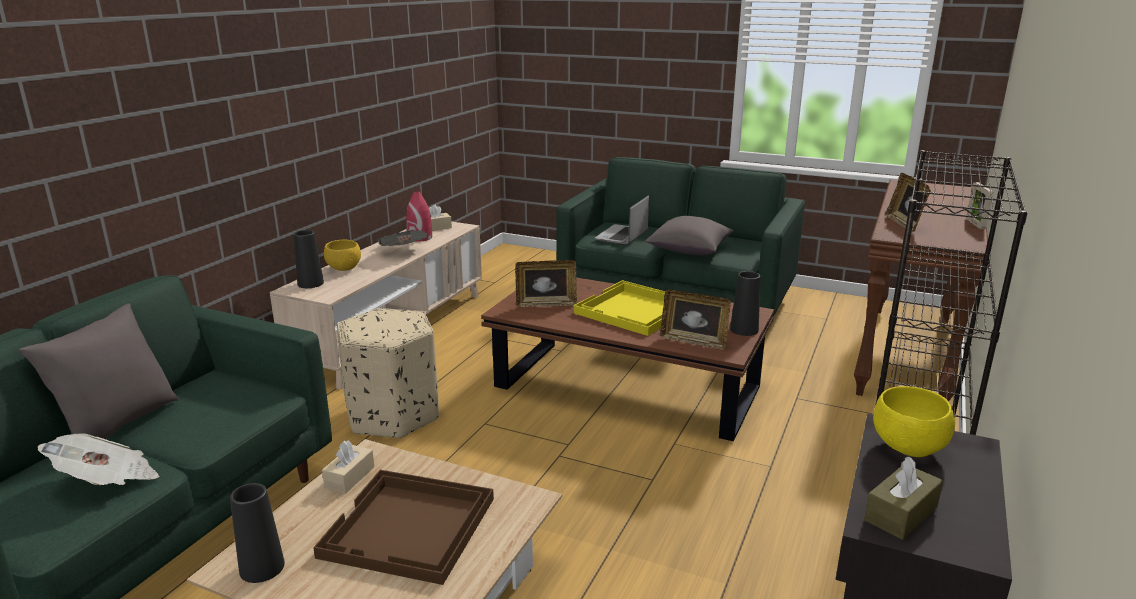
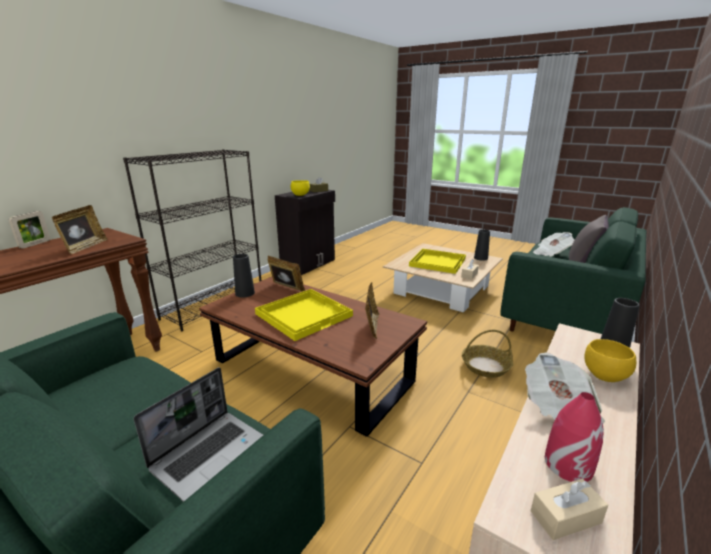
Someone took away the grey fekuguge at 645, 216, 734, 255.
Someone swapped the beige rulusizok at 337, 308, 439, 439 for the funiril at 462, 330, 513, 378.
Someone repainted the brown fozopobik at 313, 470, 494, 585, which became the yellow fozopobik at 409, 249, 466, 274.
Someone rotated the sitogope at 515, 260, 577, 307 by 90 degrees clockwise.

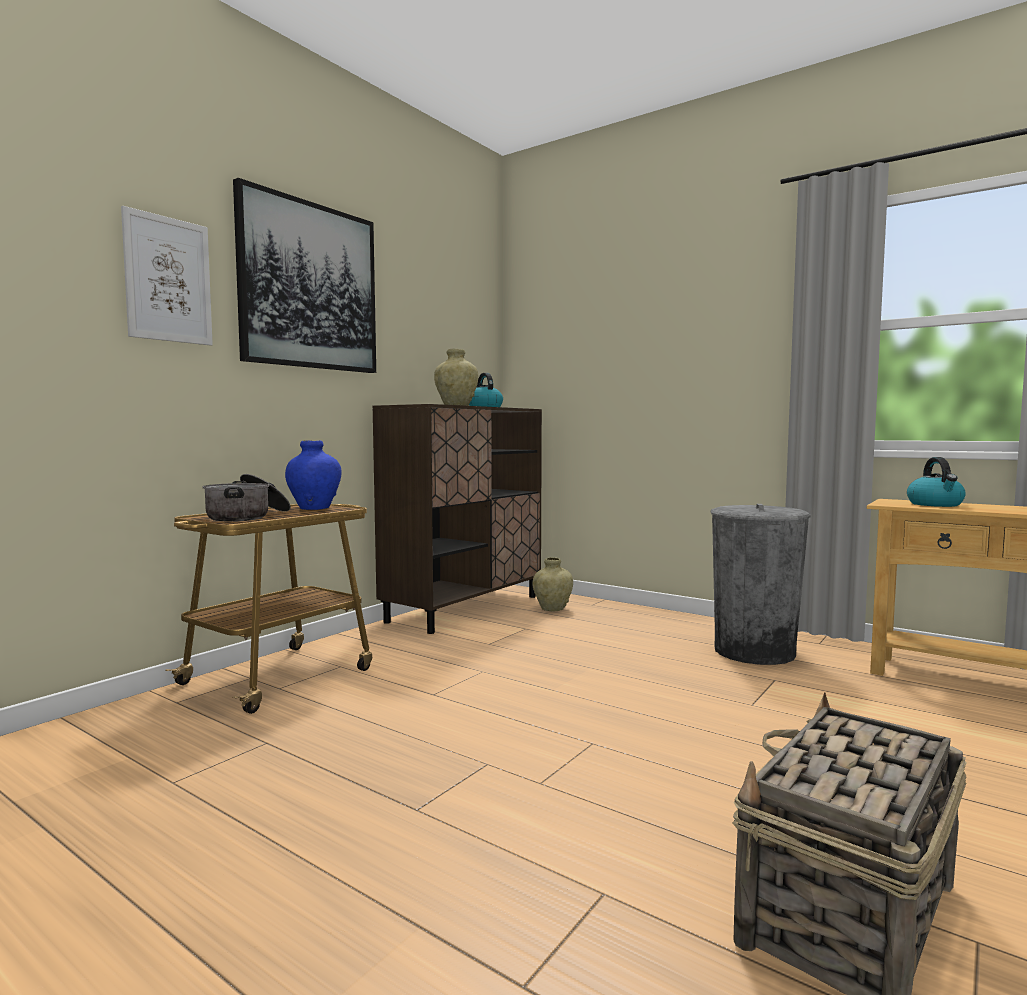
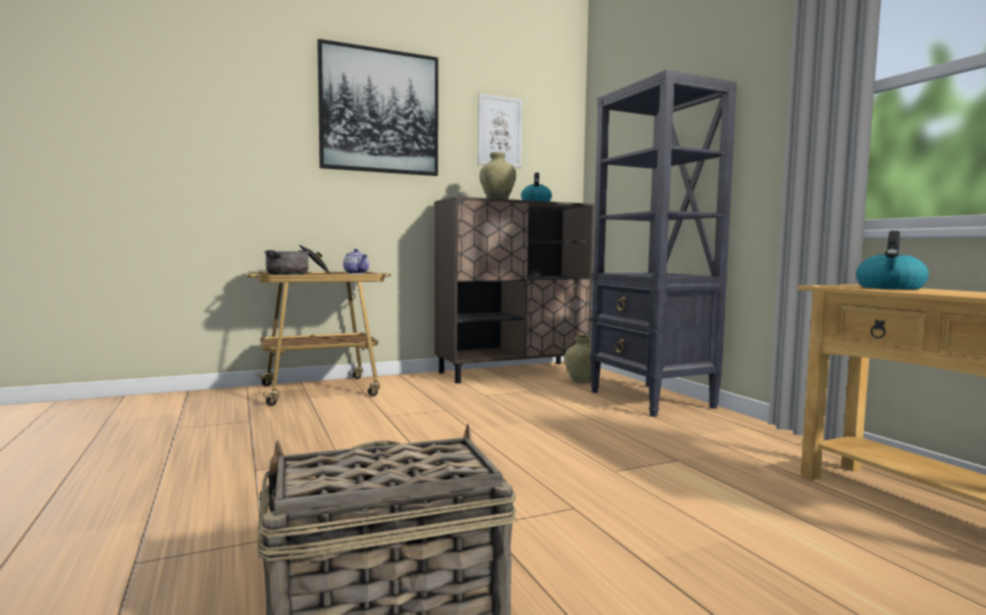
Someone took away the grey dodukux at 711, 504, 811, 665.
Someone put down the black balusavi at 590, 70, 737, 417.
Someone carried the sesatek from 121, 206, 213, 346 to 478, 93, 522, 168.
Someone swapped the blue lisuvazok at 285, 441, 342, 510 for the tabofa at 343, 249, 369, 274.

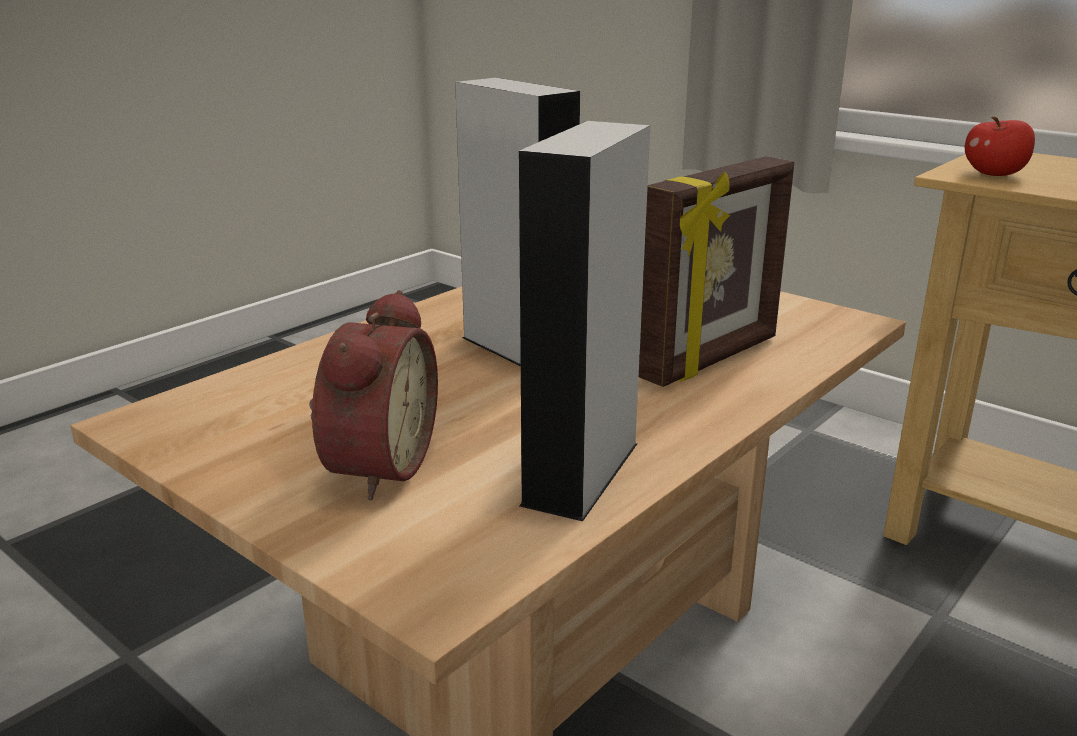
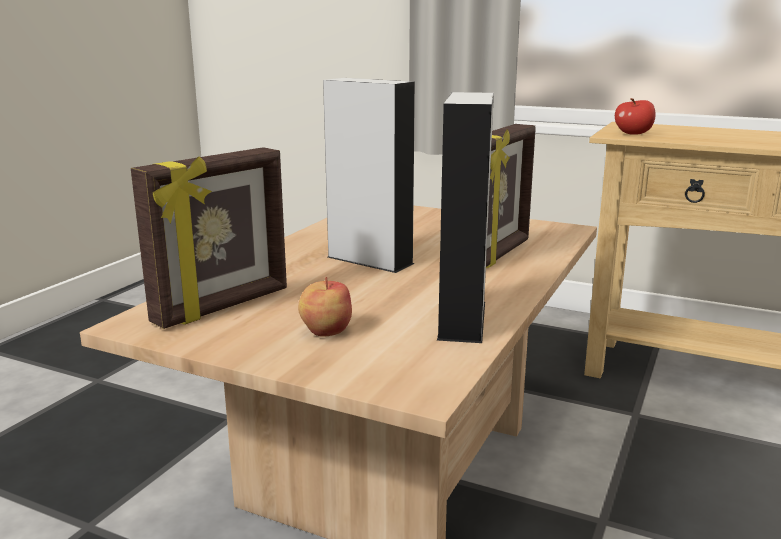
Someone put down the sitogope at 131, 147, 287, 329.
Someone swapped the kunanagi at 309, 290, 438, 500 for the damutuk at 298, 277, 352, 337.

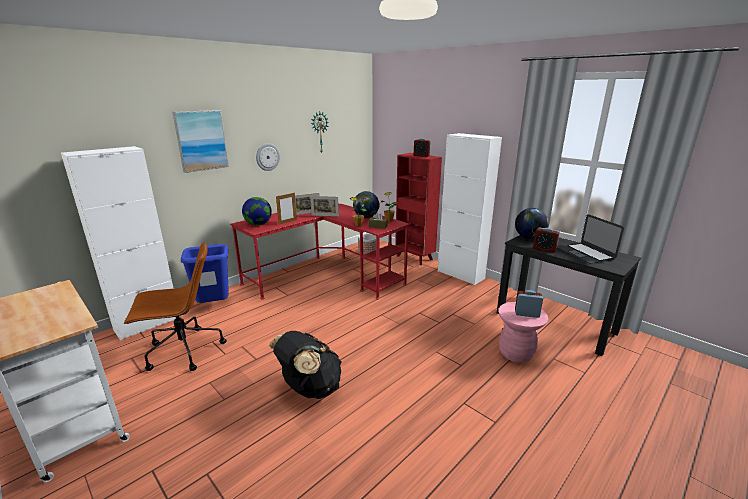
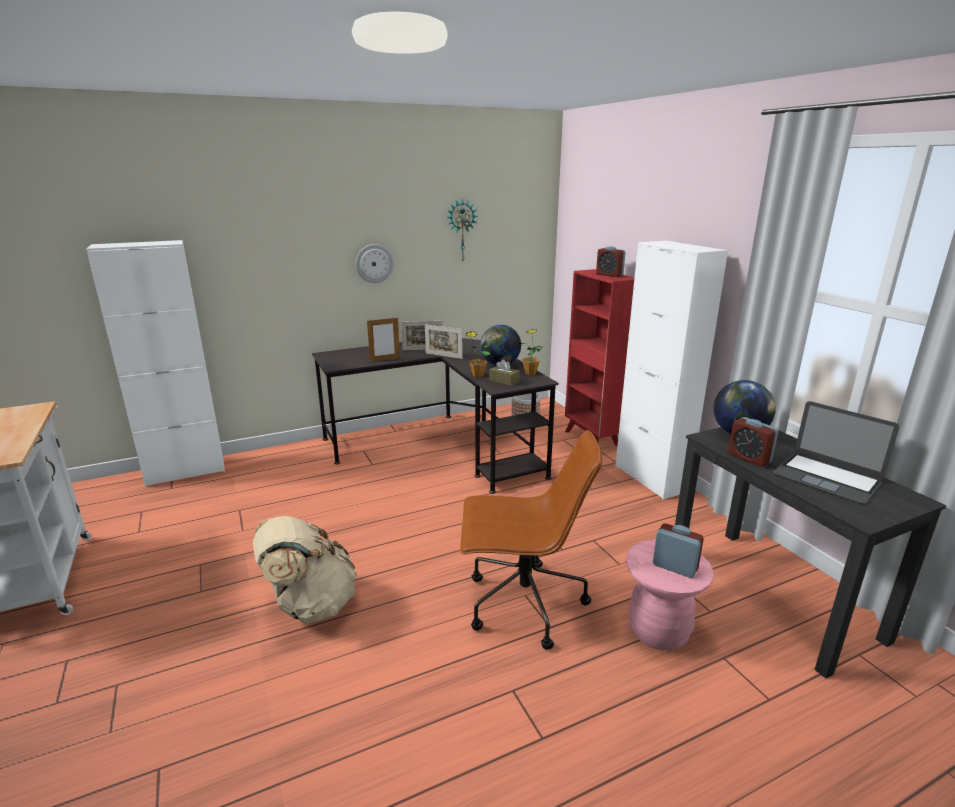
Someone took away the sesatek at 172, 110, 229, 173.
Someone took away the blue dodukux at 181, 244, 229, 303.
Someone took away the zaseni at 242, 197, 272, 226.
Someone carried the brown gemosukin from 124, 242, 227, 371 to 460, 430, 602, 650.
Someone repainted the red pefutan at 230, 204, 411, 299, which became the black pefutan at 312, 338, 559, 494.
Someone repainted the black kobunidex at 269, 331, 342, 399, which became the beige kobunidex at 253, 516, 357, 624.
Someone rotated the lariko at 557, 214, 624, 264 by 45 degrees counterclockwise.

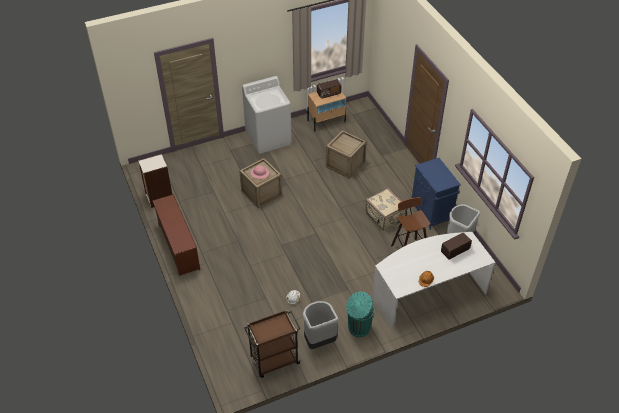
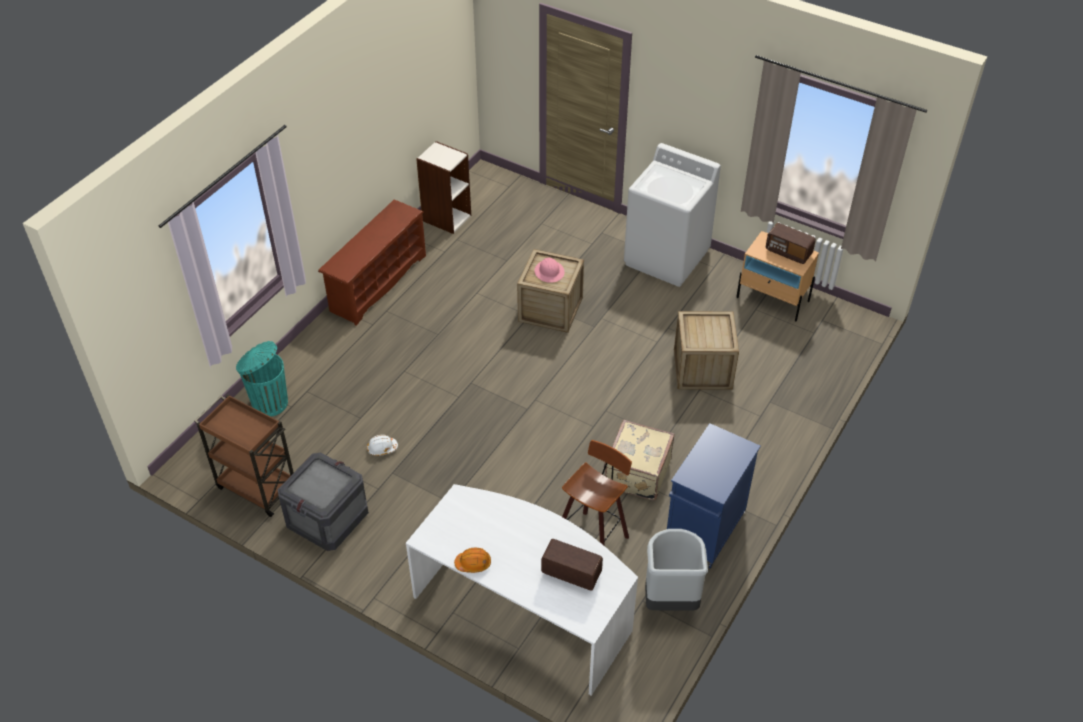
Someone carried the turquoise dodukux from 346, 291, 374, 337 to 236, 341, 288, 417.
Someone swapped the grey dodukux at 303, 301, 339, 349 for the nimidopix at 278, 453, 369, 551.

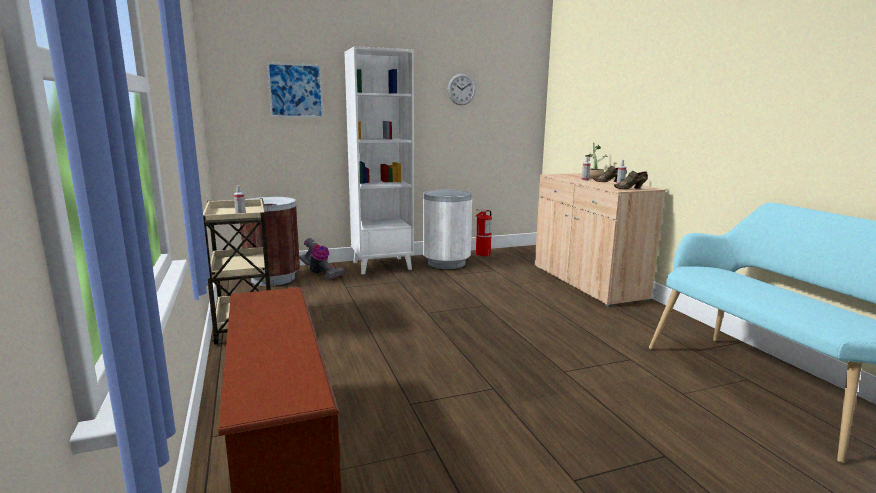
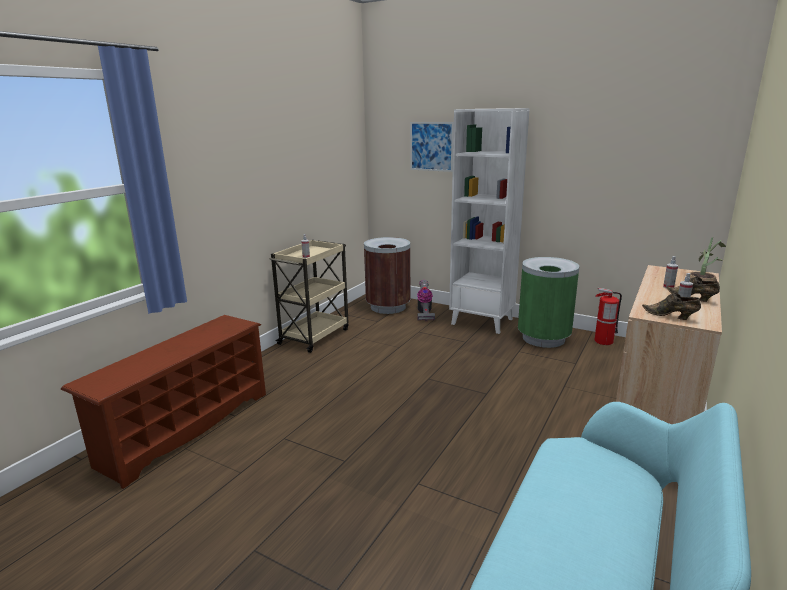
Someone took away the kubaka at 447, 74, 476, 105.
Someone repainted the white dodukux at 423, 190, 472, 269, which became the green dodukux at 518, 257, 579, 348.

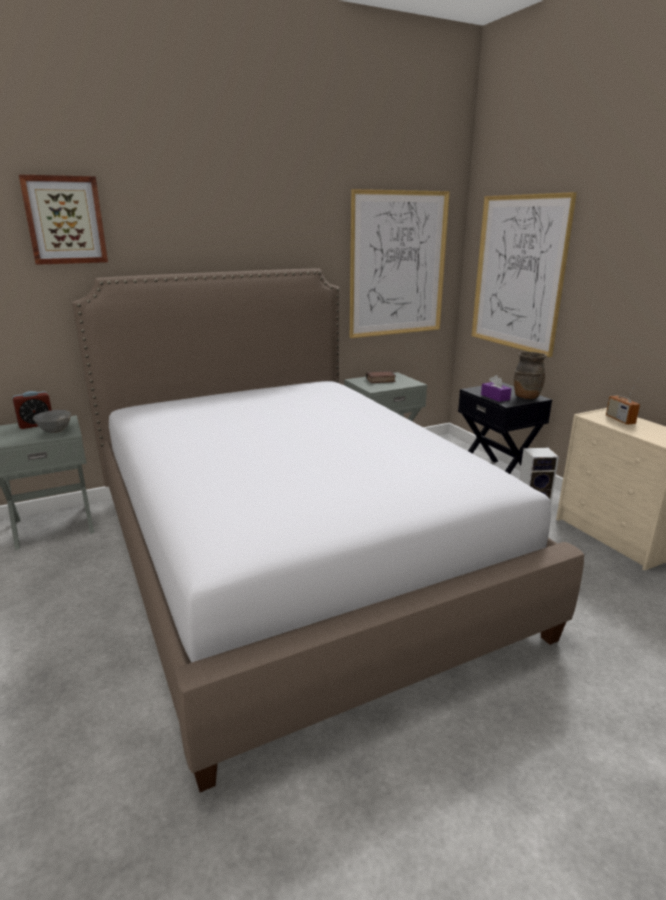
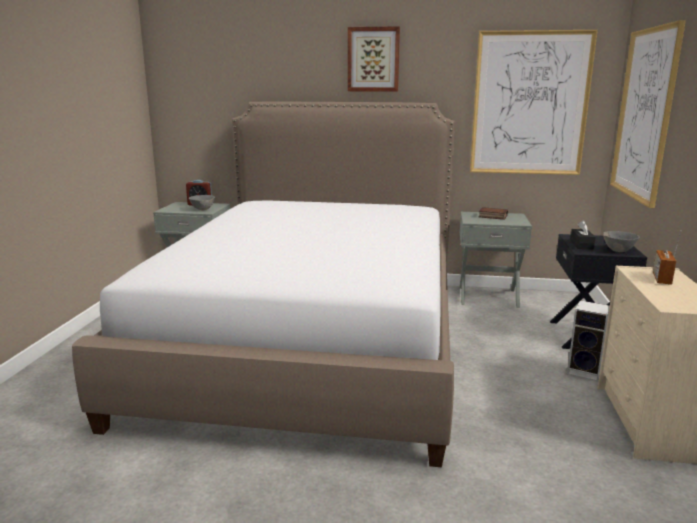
Someone carried the sesatek from 19, 174, 108, 265 to 348, 26, 400, 92.
Someone swapped the brown lisuvazok at 514, 352, 547, 399 for the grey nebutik at 603, 231, 640, 252.
Someone repainted the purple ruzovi at 481, 375, 511, 402, which became the black ruzovi at 570, 220, 596, 250.

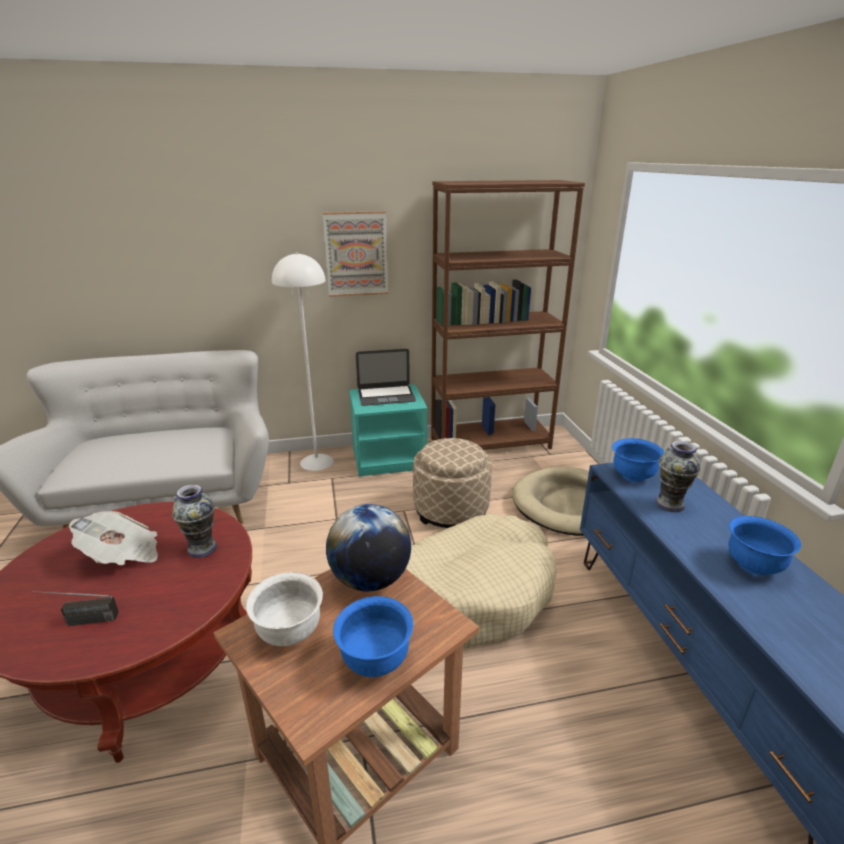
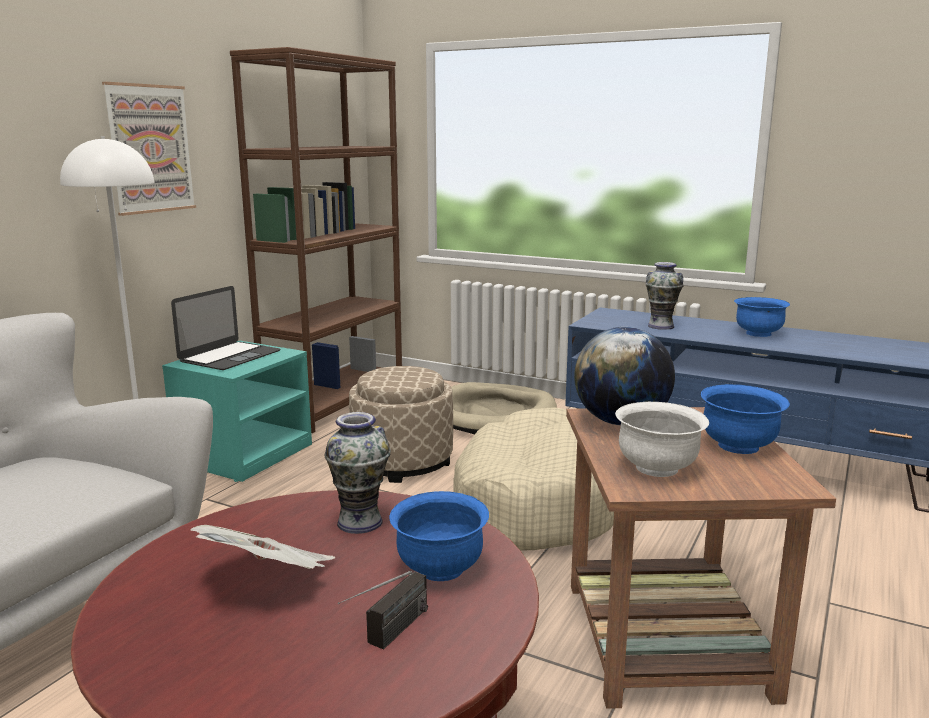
Someone carried the blue nebutik from 612, 438, 664, 482 to 389, 491, 489, 581.

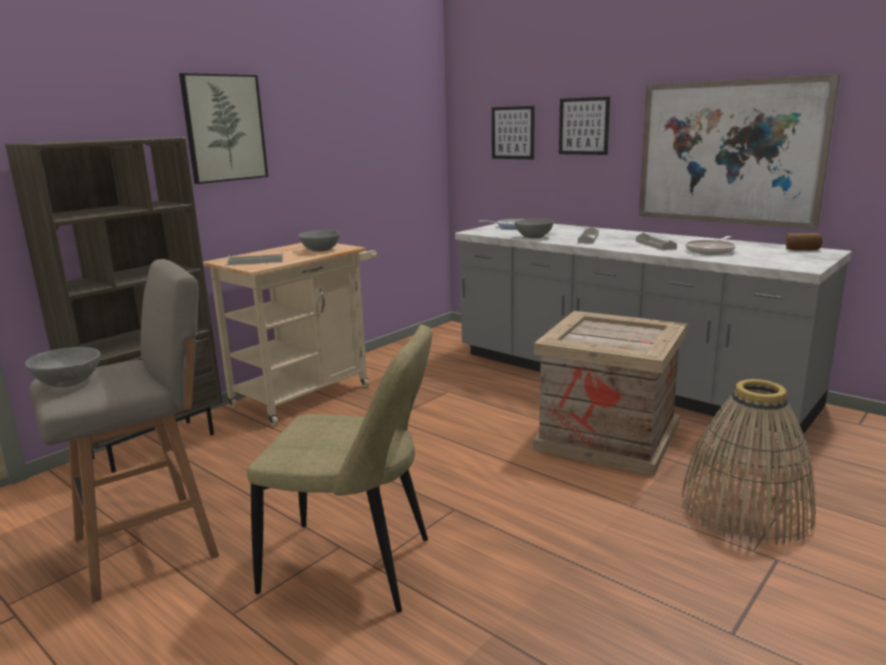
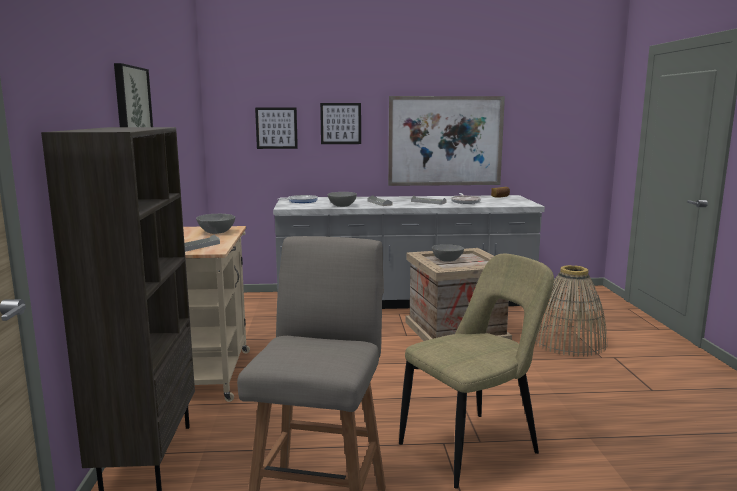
Someone carried the grey nebutik from 25, 347, 100, 387 to 432, 244, 464, 262.

